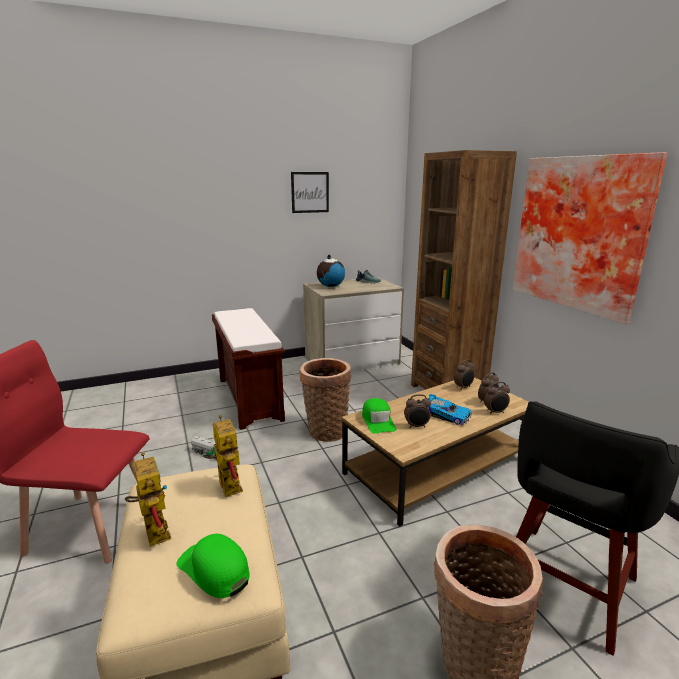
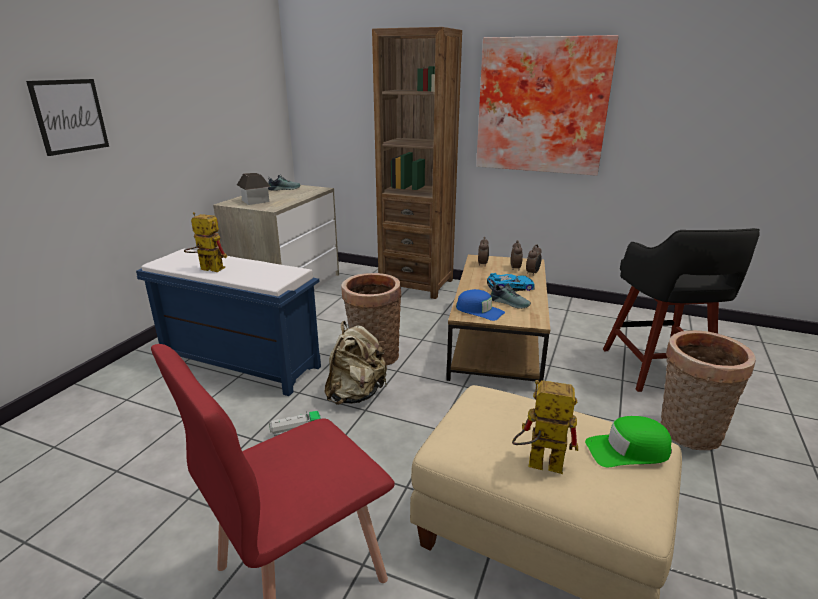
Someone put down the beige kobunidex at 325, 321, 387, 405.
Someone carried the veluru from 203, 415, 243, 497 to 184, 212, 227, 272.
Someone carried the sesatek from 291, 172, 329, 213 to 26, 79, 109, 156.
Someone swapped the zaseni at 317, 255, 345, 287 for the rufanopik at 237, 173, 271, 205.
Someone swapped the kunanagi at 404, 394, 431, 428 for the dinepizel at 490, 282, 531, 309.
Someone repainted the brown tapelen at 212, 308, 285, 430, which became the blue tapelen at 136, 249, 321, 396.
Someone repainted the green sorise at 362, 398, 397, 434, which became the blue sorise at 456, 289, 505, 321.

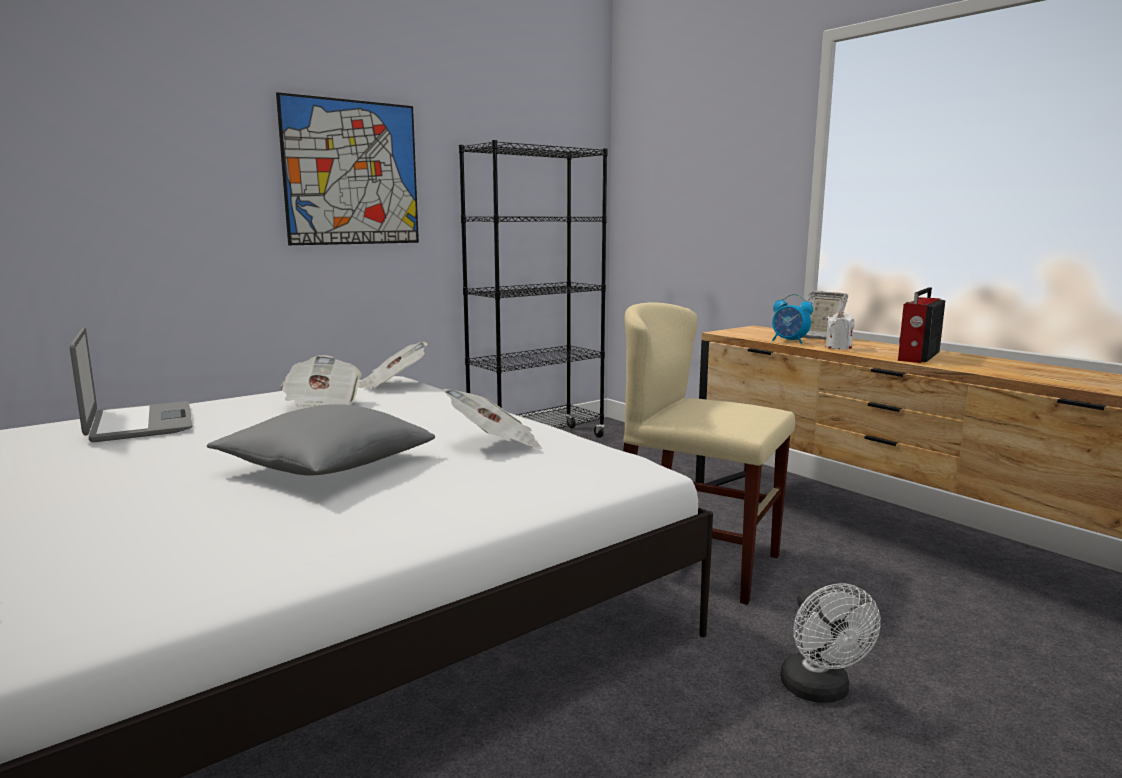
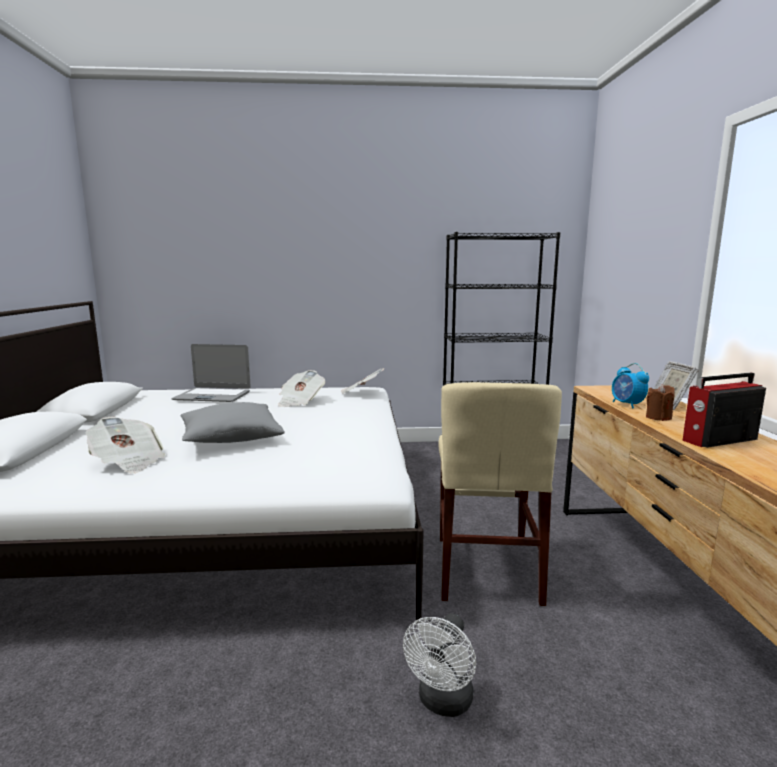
Someone took away the sesatek at 276, 92, 419, 245.
Someone carried the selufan from 443, 389, 543, 449 to 86, 417, 165, 473.
Someone repainted the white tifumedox at 826, 311, 855, 349, which became the brown tifumedox at 646, 384, 675, 421.
Someone rotated the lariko at 69, 328, 192, 442 by 90 degrees clockwise.
Someone rotated the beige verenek at 623, 302, 795, 605 by 150 degrees counterclockwise.

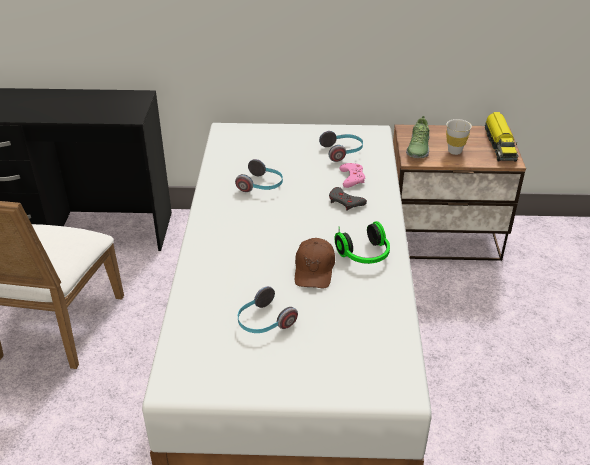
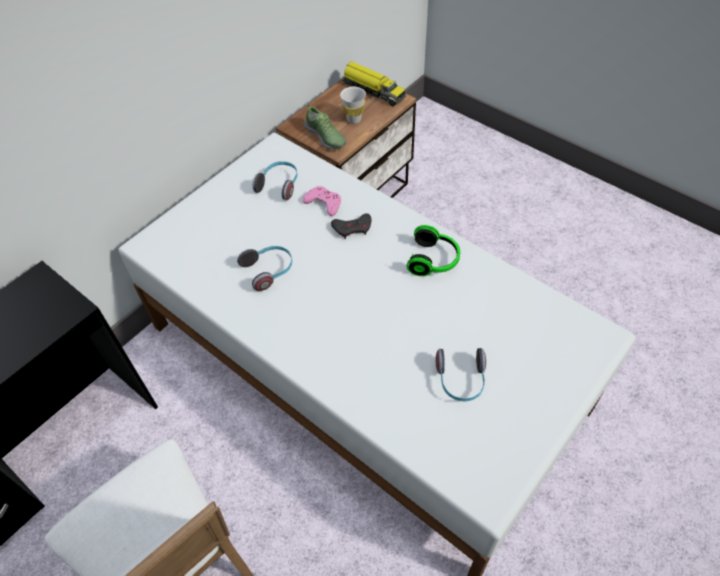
Someone took away the brown sorise at 295, 238, 335, 288.

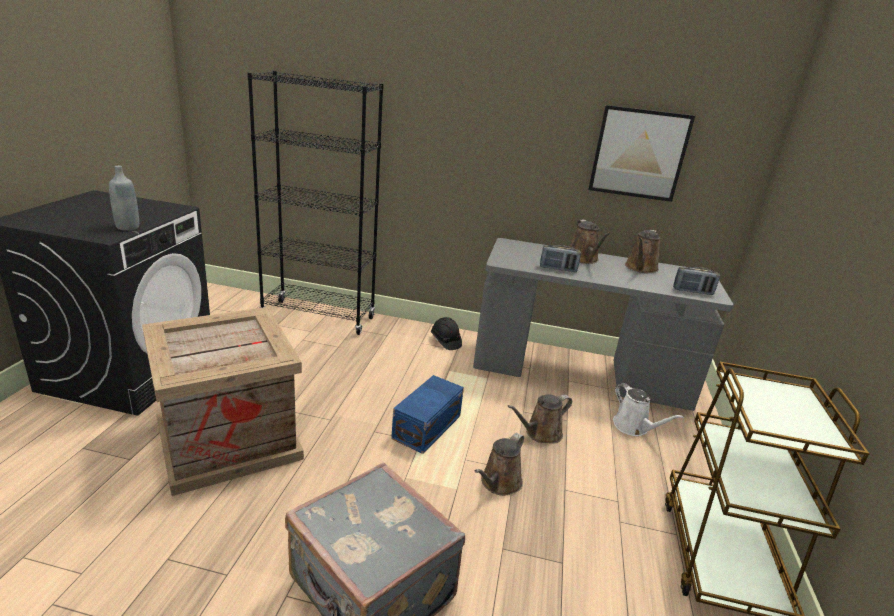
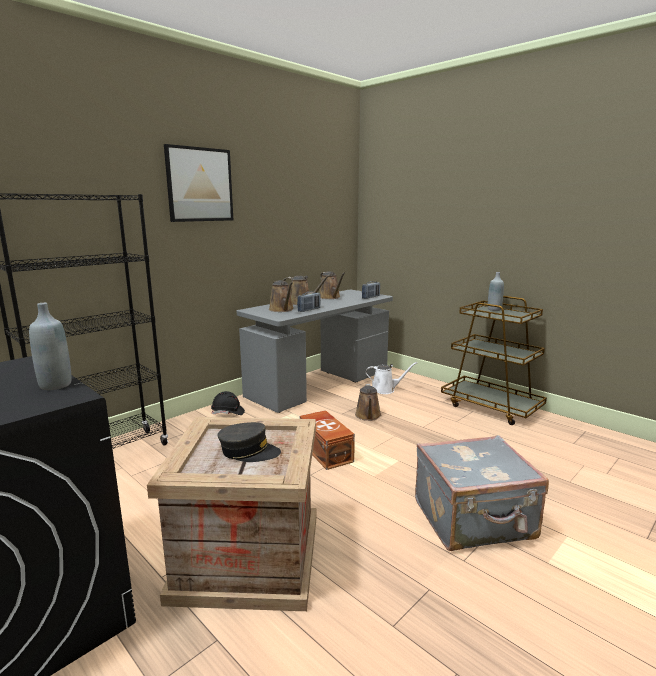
Someone put down the grey sorise at 218, 422, 281, 462.
Someone put down the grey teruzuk at 488, 272, 504, 311.
Someone carried the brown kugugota from 475, 433, 524, 496 to 269, 280, 294, 312.
Someone carried the sesatek from 588, 105, 695, 202 to 164, 144, 233, 222.
Someone repainted the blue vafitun at 391, 375, 464, 454, which became the brown vafitun at 299, 410, 355, 470.

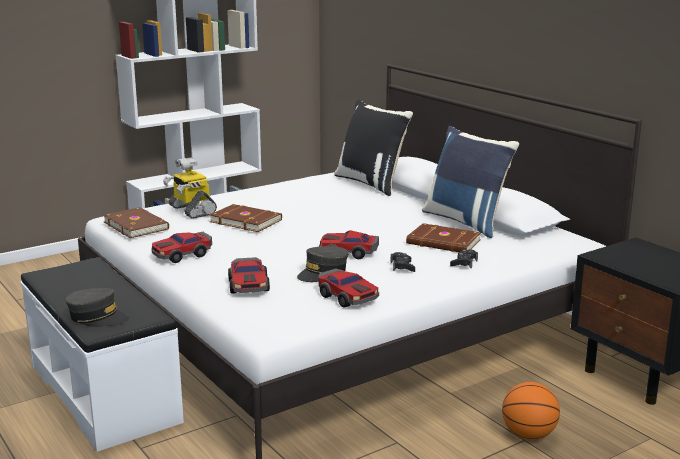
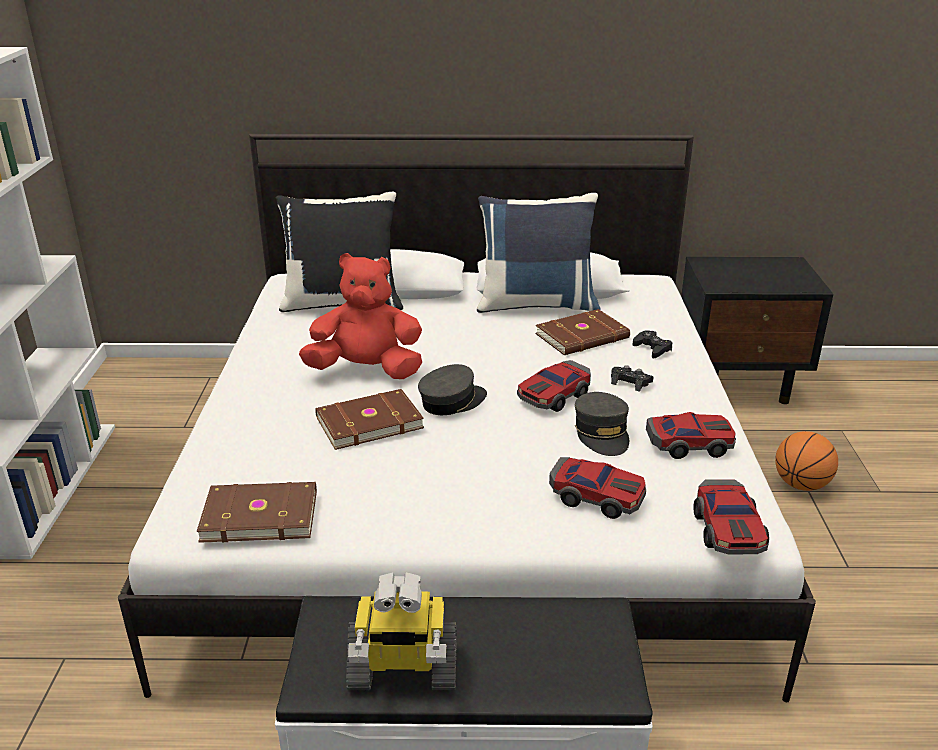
Someone put down the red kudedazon at 299, 253, 422, 379.
Someone carried the grey sorise from 65, 288, 129, 327 to 418, 364, 487, 415.
Someone carried the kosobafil from 152, 232, 212, 263 to 693, 479, 769, 554.
Someone carried the veluru from 163, 157, 217, 219 to 346, 572, 457, 690.

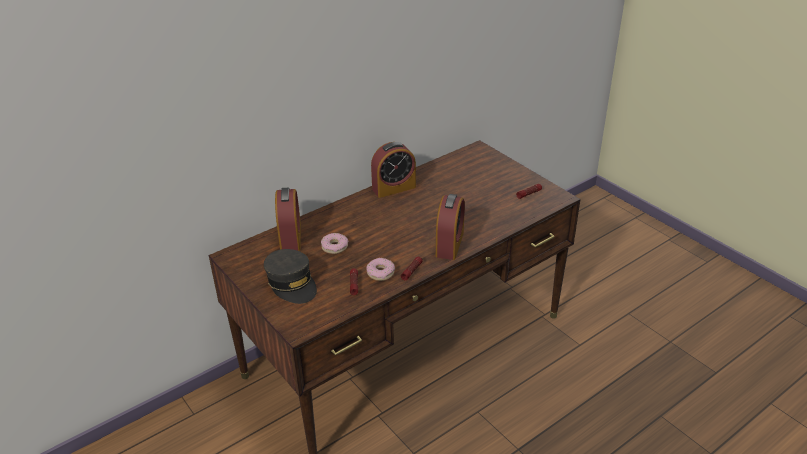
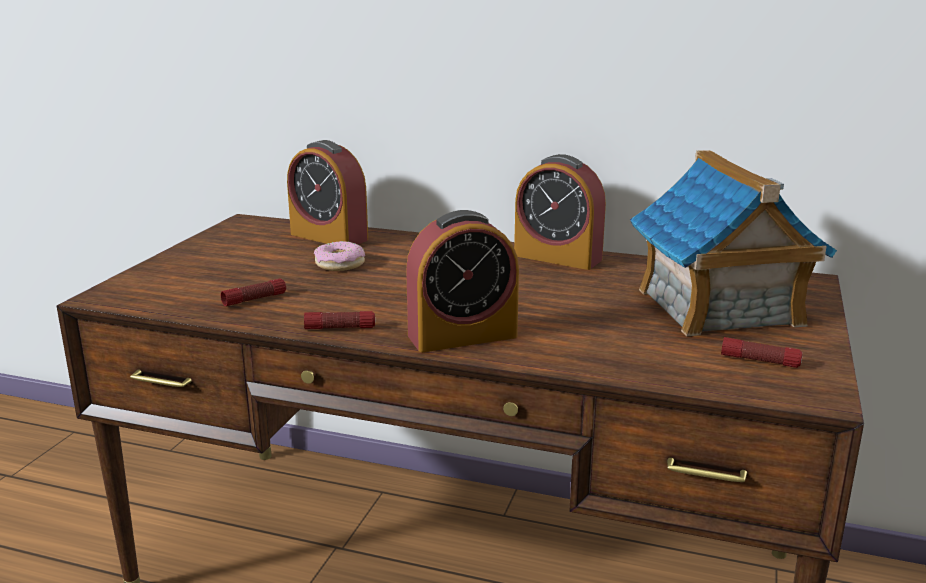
Someone took away the grey sorise at 264, 249, 317, 304.
Someone took away the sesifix at 366, 258, 395, 281.
Someone put down the rufanopik at 630, 150, 837, 336.
Someone rotated the kunanagi at 275, 187, 301, 251 by 75 degrees clockwise.

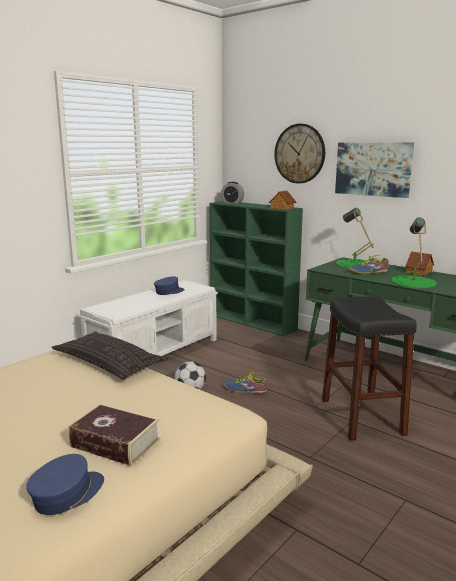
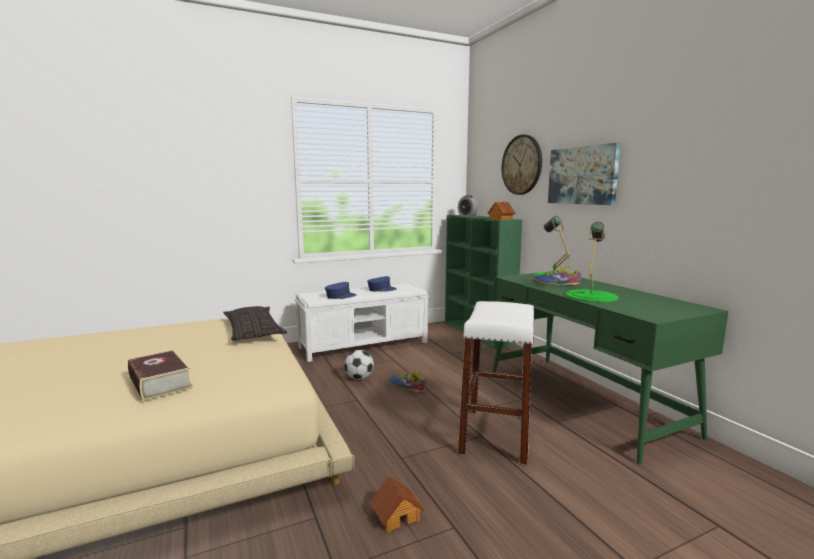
Someone carried the blue sorise from 26, 454, 104, 515 to 325, 282, 357, 299.
Someone carried the rufanopik from 405, 251, 434, 276 to 370, 476, 425, 533.
Someone repainted the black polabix at 322, 297, 417, 441, which became the white polabix at 458, 301, 534, 465.

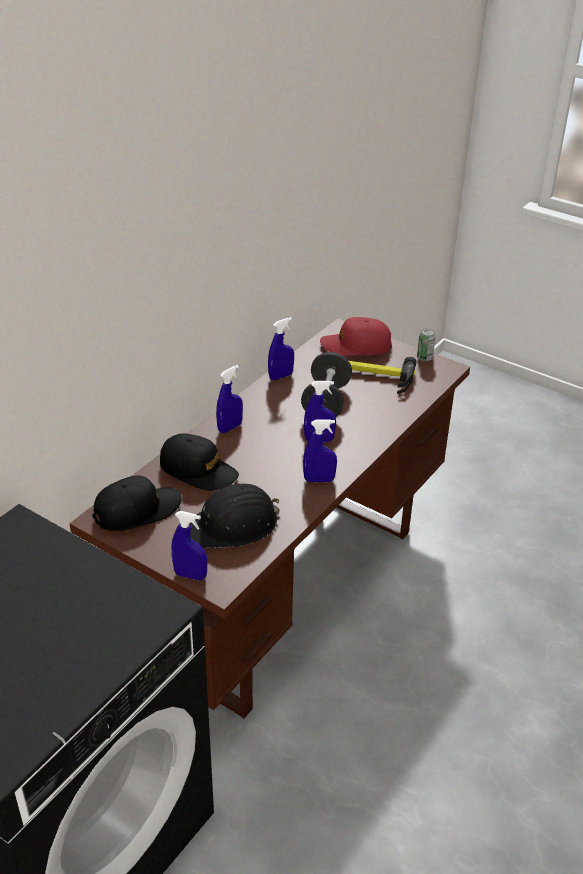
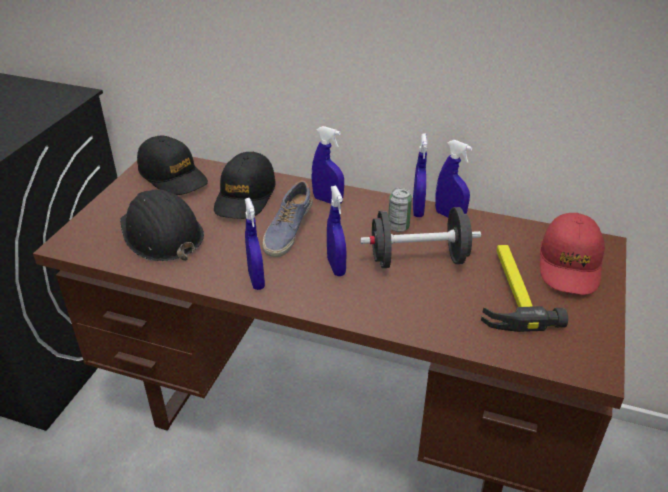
Someone put down the dinepizel at 263, 181, 313, 257.
Someone carried the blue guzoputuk from 171, 511, 207, 581 to 413, 134, 428, 217.
Someone carried the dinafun from 417, 328, 436, 361 to 388, 188, 412, 232.
Someone rotated the red sorise at 320, 317, 392, 356 by 150 degrees counterclockwise.

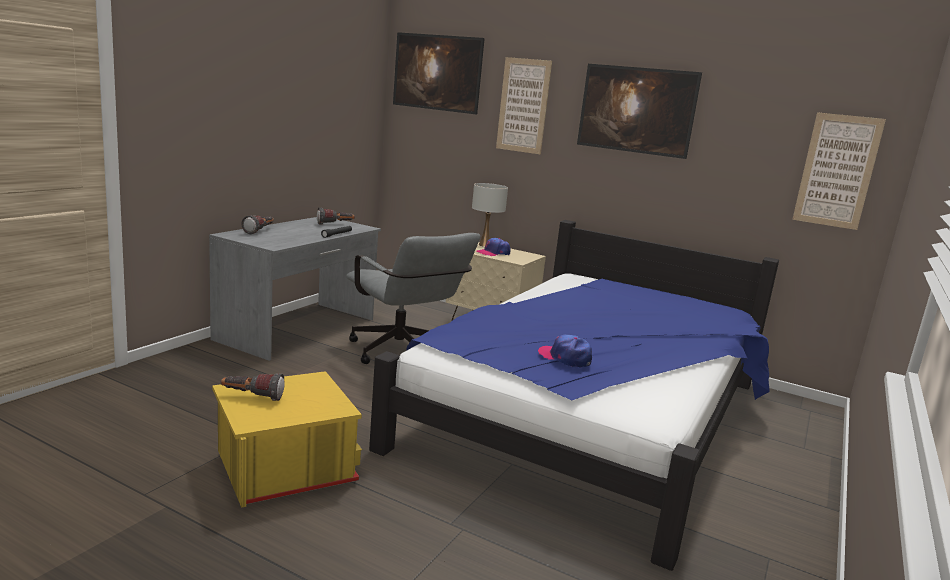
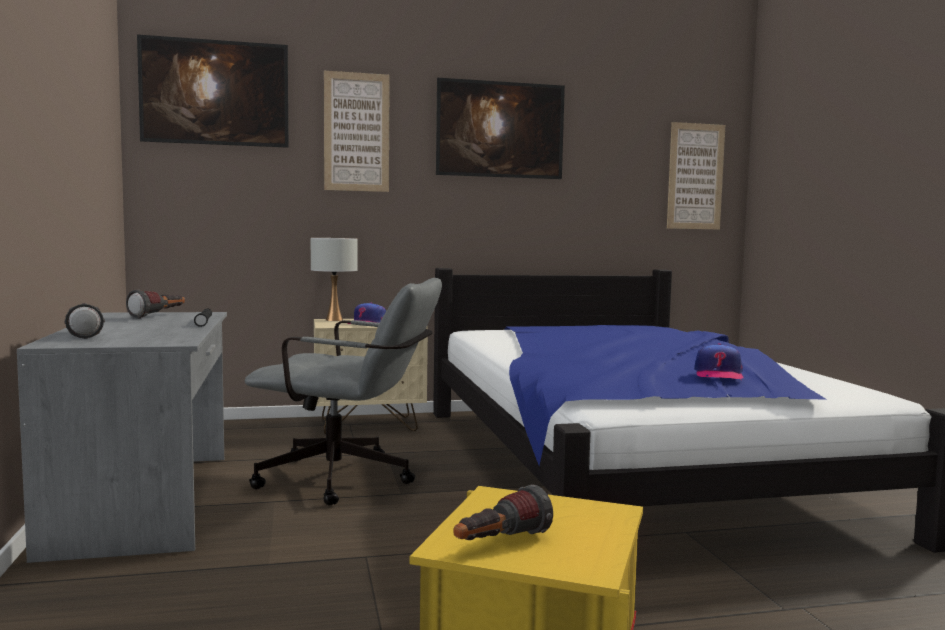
Someone rotated the sorise at 538, 335, 592, 368 by 75 degrees counterclockwise.

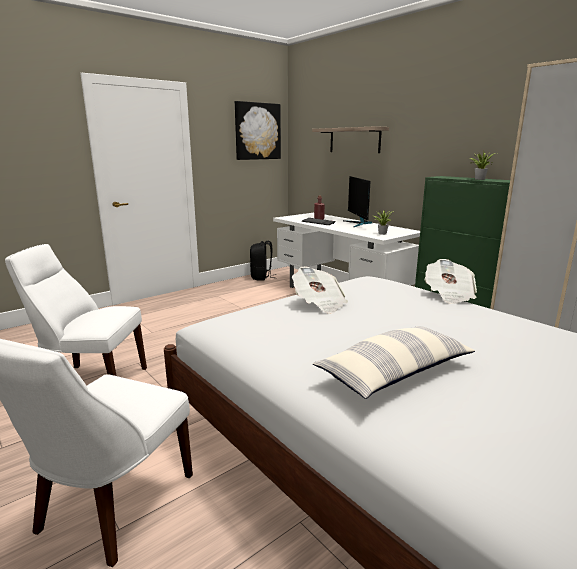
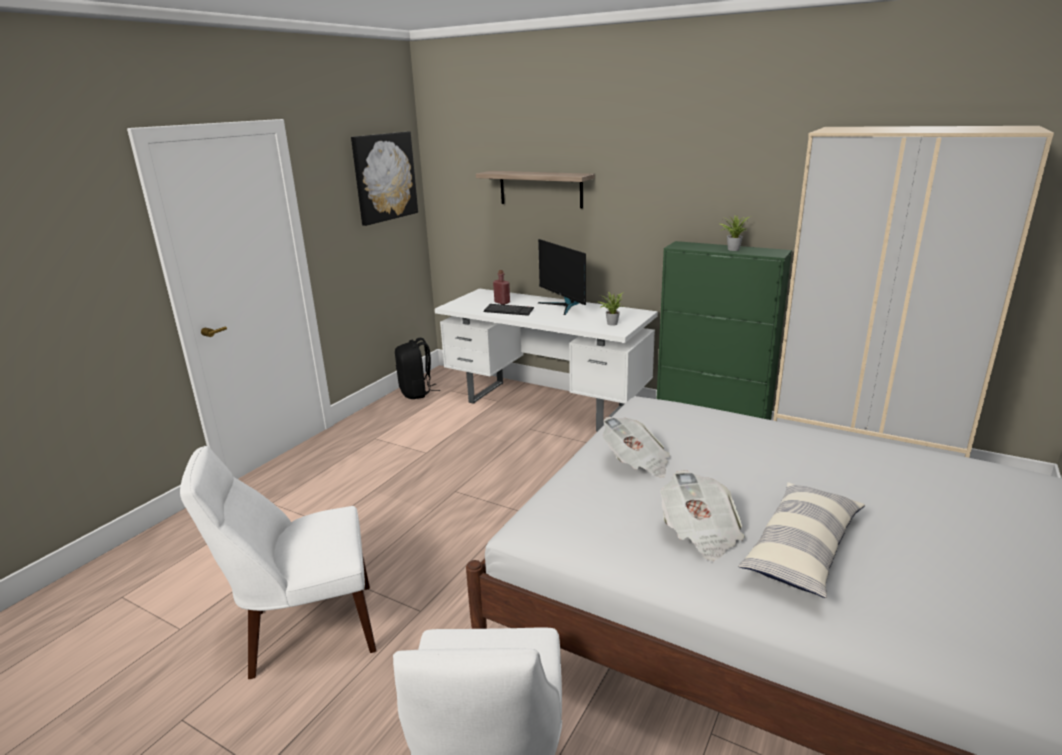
Someone carried the selufan from 424, 259, 477, 304 to 660, 470, 745, 561.

